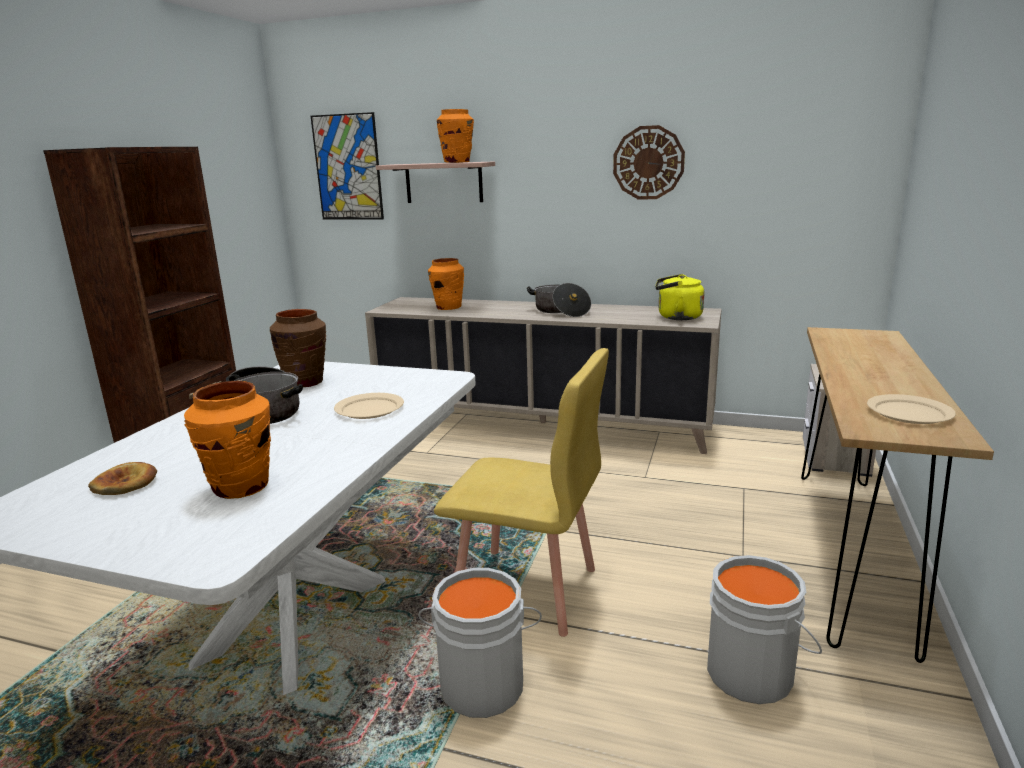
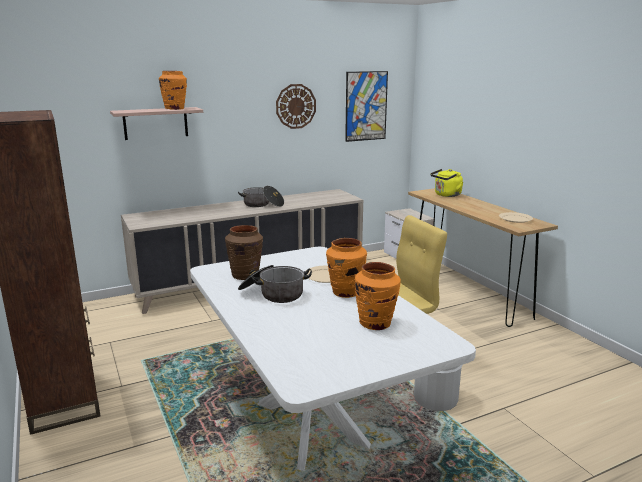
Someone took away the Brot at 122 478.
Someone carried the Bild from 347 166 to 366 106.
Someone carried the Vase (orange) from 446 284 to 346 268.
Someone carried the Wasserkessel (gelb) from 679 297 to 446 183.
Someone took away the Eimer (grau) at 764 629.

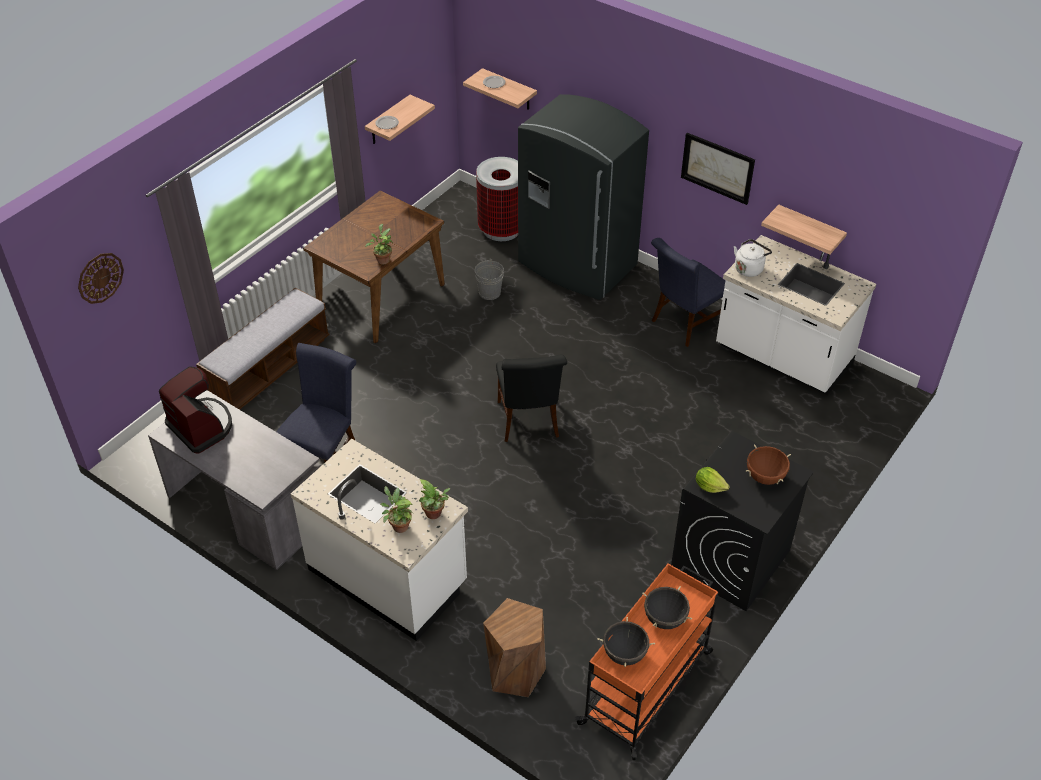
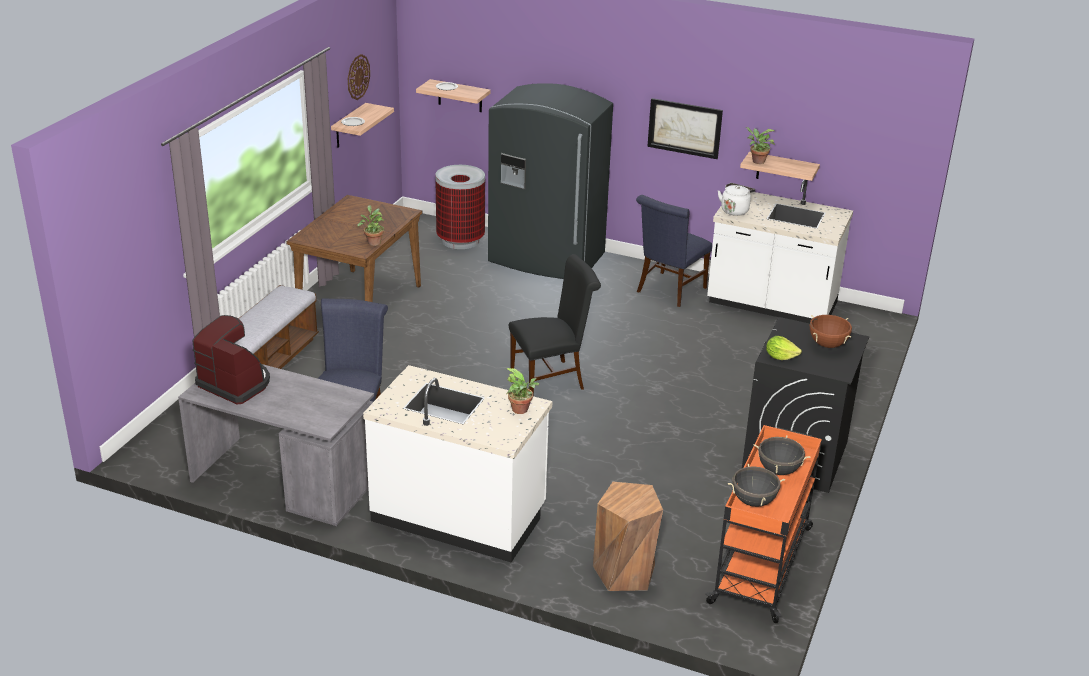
Someone carried the Wanduhr from 101 278 to 359 77.
Someone carried the Topfpflanze from 396 509 to 760 145.
Someone took away the Eimer (grau) at 489 279.
Someone rotated the Stuhl (schwarz) at 531 398 by 90 degrees counterclockwise.

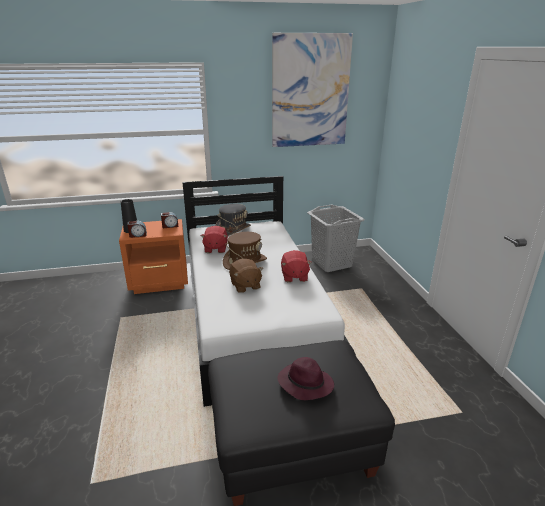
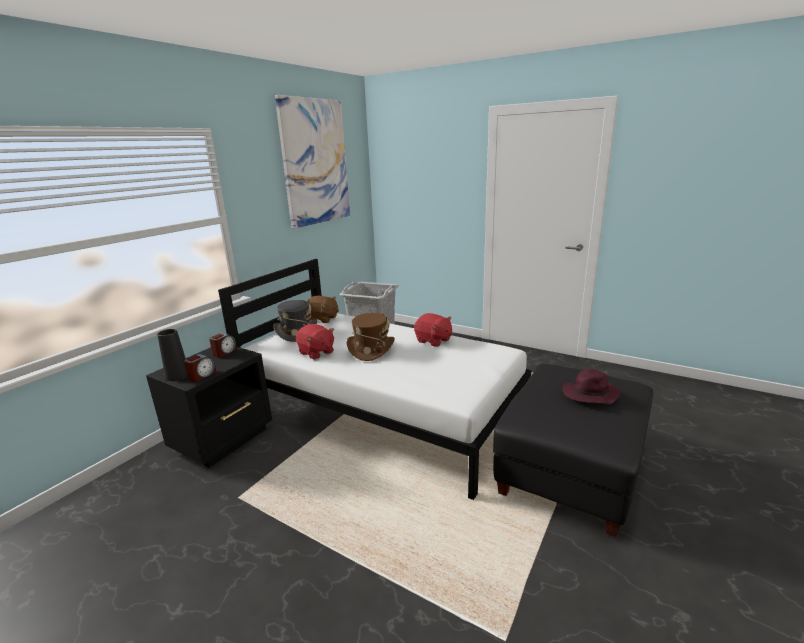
Someone repainted the Nachttisch (orange) at 153 256, which became the Nachttisch (schwarz) at 209 407.
Someone carried the Plüschtier (braun) from 246 276 to 323 309.

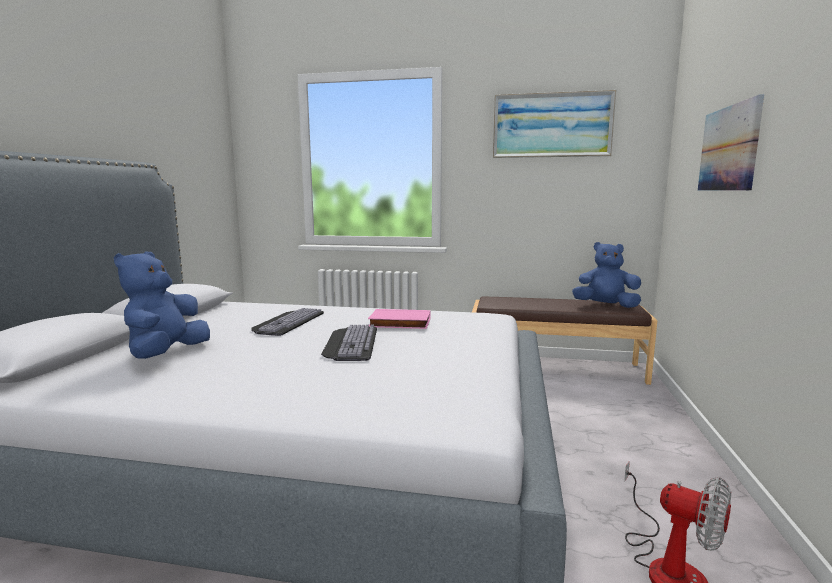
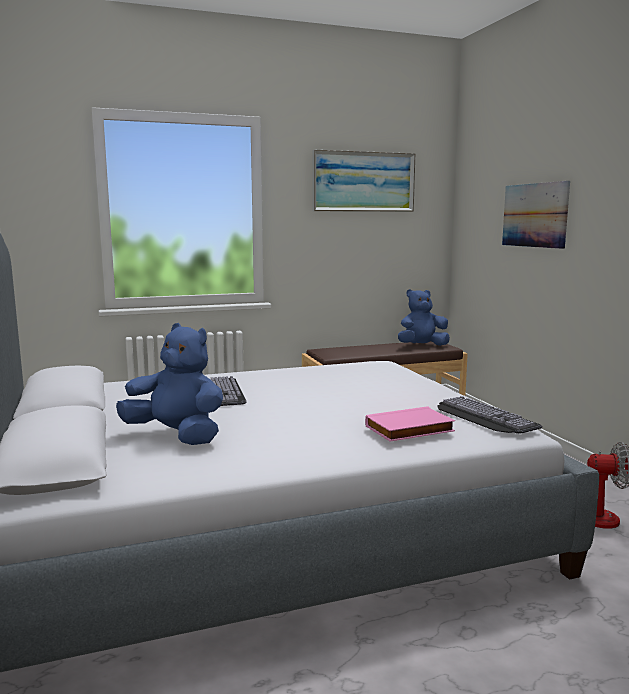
Someone rotated the Plüschtier (blau) at 162 305 by 135 degrees clockwise.
Someone carried the Tastatur from 349 343 to 489 415.
Someone carried the Buch (rosa) from 399 319 to 410 424.

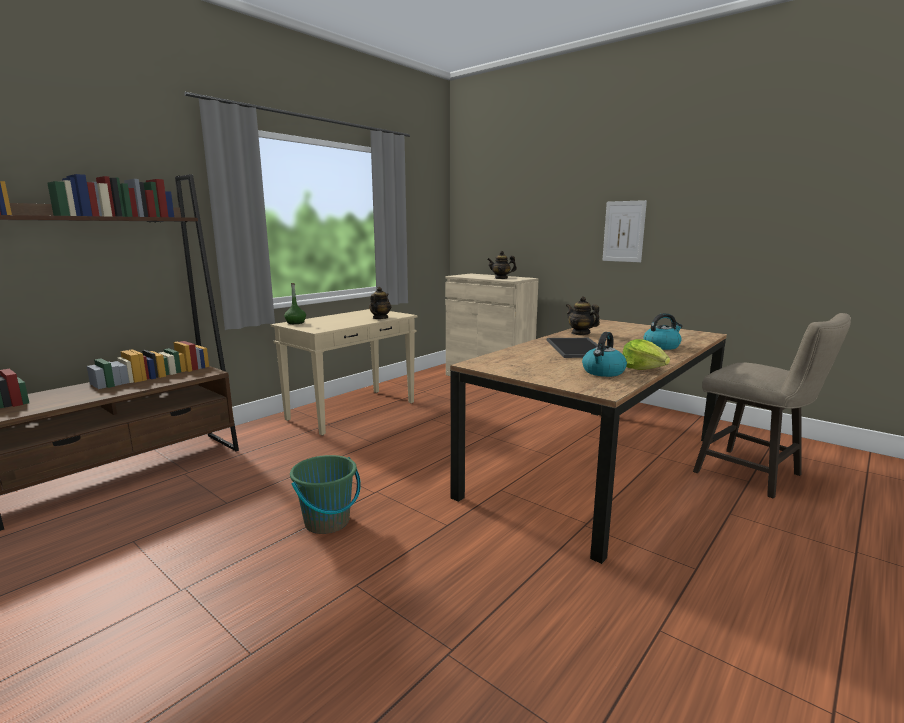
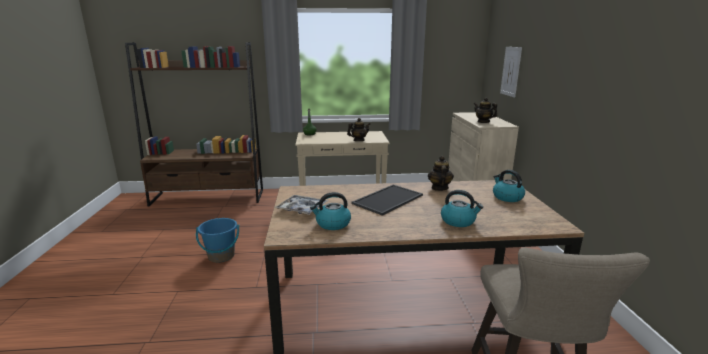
Someone repainted the Eimer (grün) at 325 494, which became the Eimer (blau) at 217 240.
Someone carried the Bild from 624 231 to 511 72.
Someone took away the Salatkopf at 646 354.
Someone put down the Tablett at 302 205.
Someone put down the Wasserkessel at 509 186.

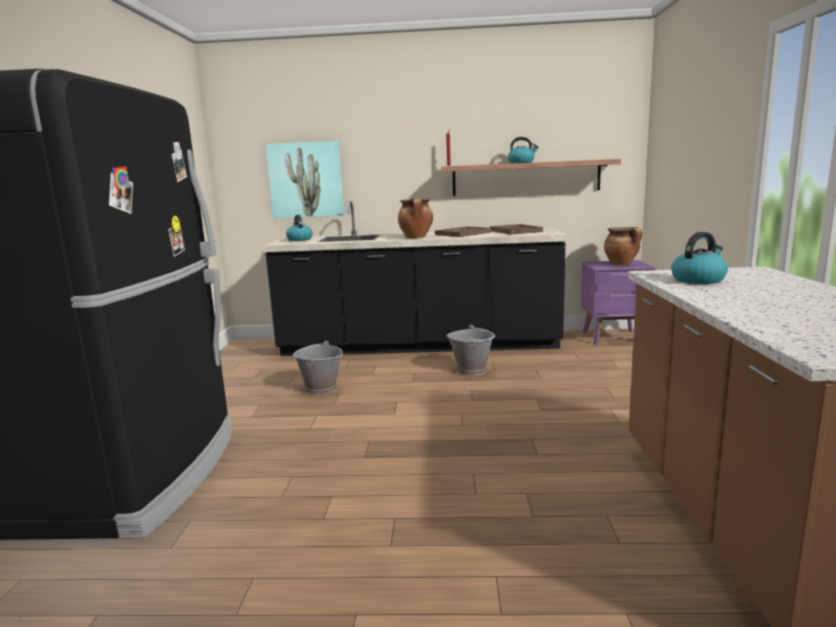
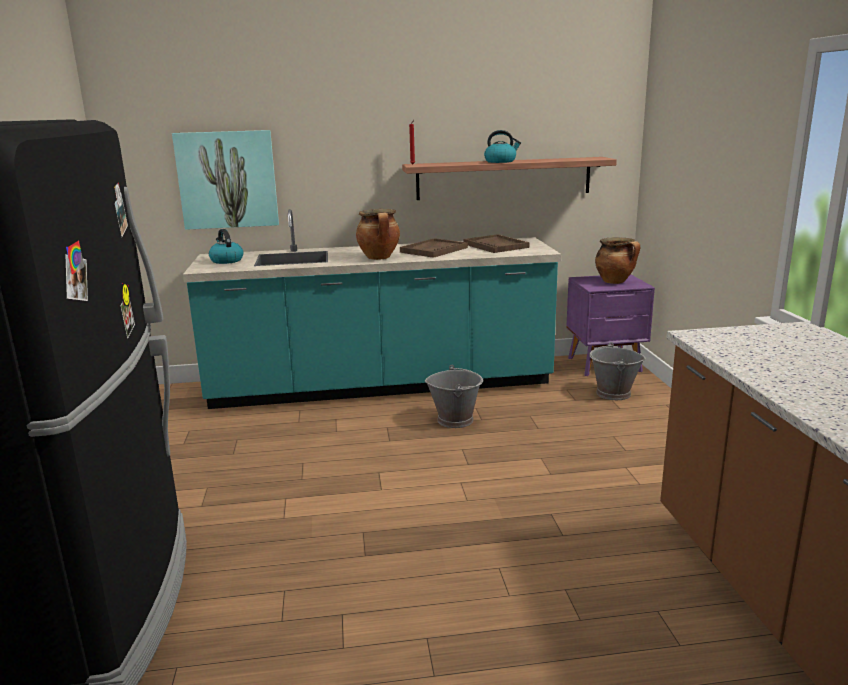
Someone repainted the Küchenzeile (schwarz) at 415 278, which became the Küchenzeile (türkis) at 372 309.
Someone carried the Eimer (grau) from 318 367 to 617 371.
Someone took away the Wasserkessel at 699 258.

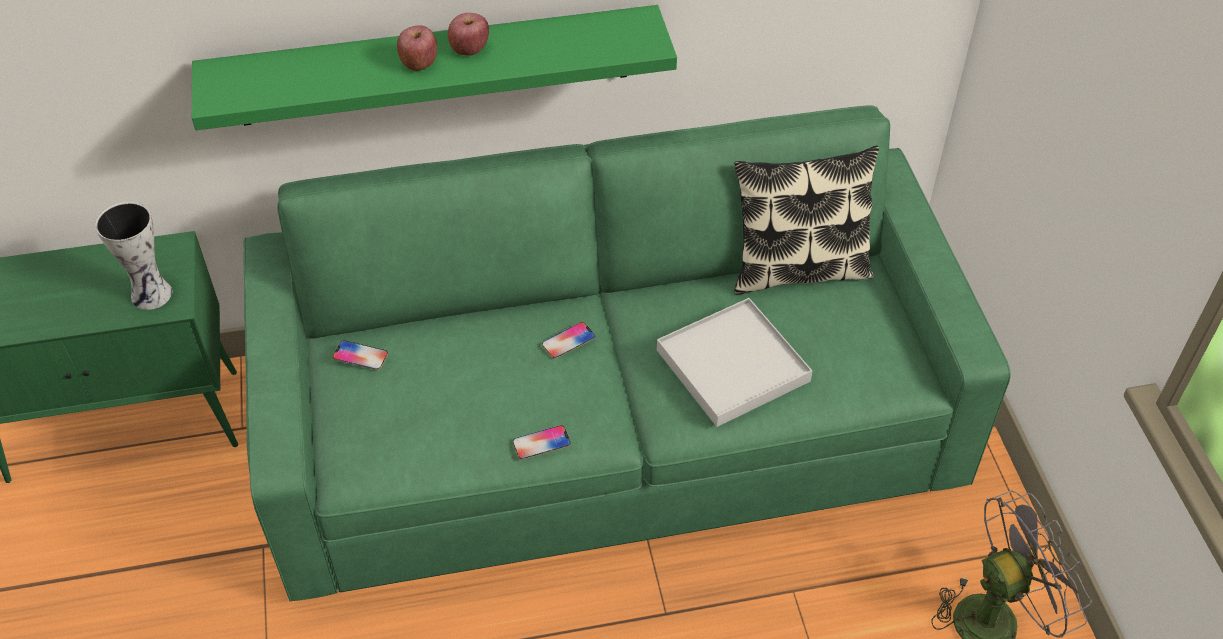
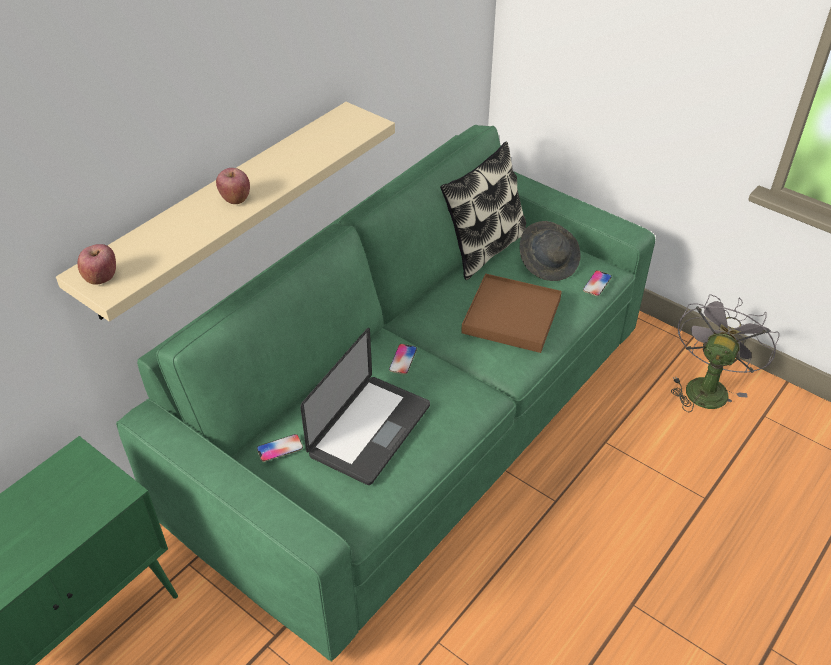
Someone took away the Vase at 133 256.
Someone repainted the Wandregal (grün) at 434 67, which became the Wandregal (beige) at 225 212.
Someone carried the Apfel from 468 34 to 96 264.
Someone carried the Handy from 542 442 to 597 283.
Someone repainted the Tablett (weiß) at 734 362, which became the Tablett (braun) at 511 313.
Someone put down the Laptop at 365 406.
Someone put down the Hut (grau) at 550 251.

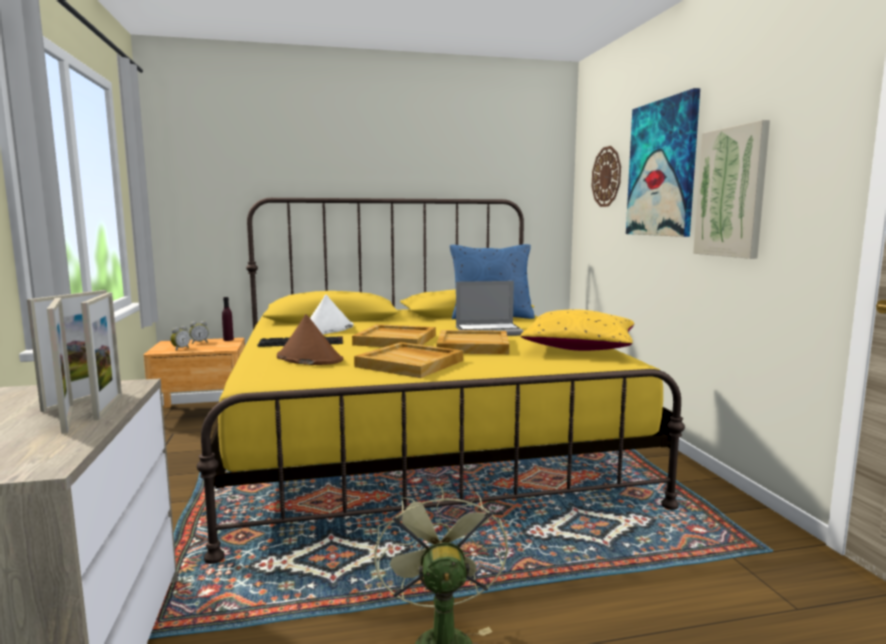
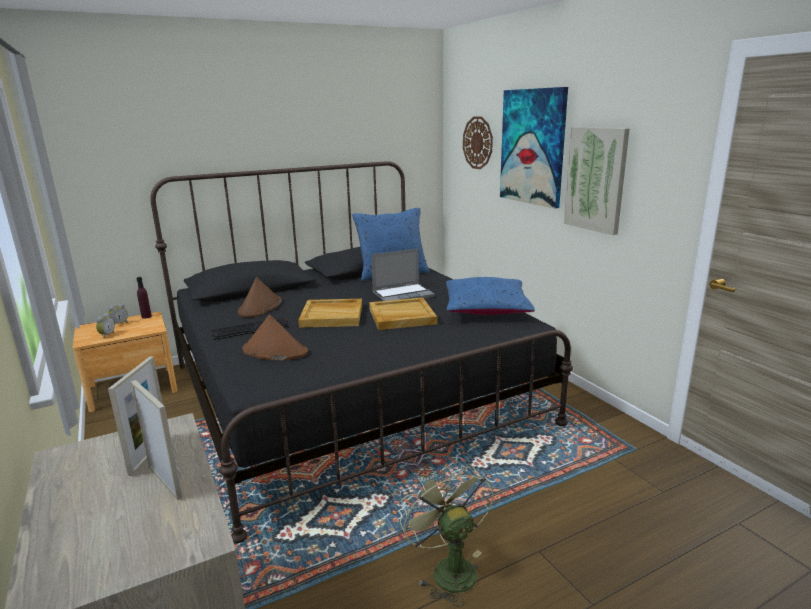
Someone took away the Bilderrahmen at 101 356.
Someone repainted the Bett (gelb) at 441 381, which became the Bett (schwarz) at 361 352.
Someone repainted the Hut (weiß) at 332 314, which became the Hut (braun) at 260 297.
Someone took away the Tablett (beige) at 408 360.
Someone repainted the Kissen (gelb) at 577 330, which became the Kissen (blau) at 490 296.

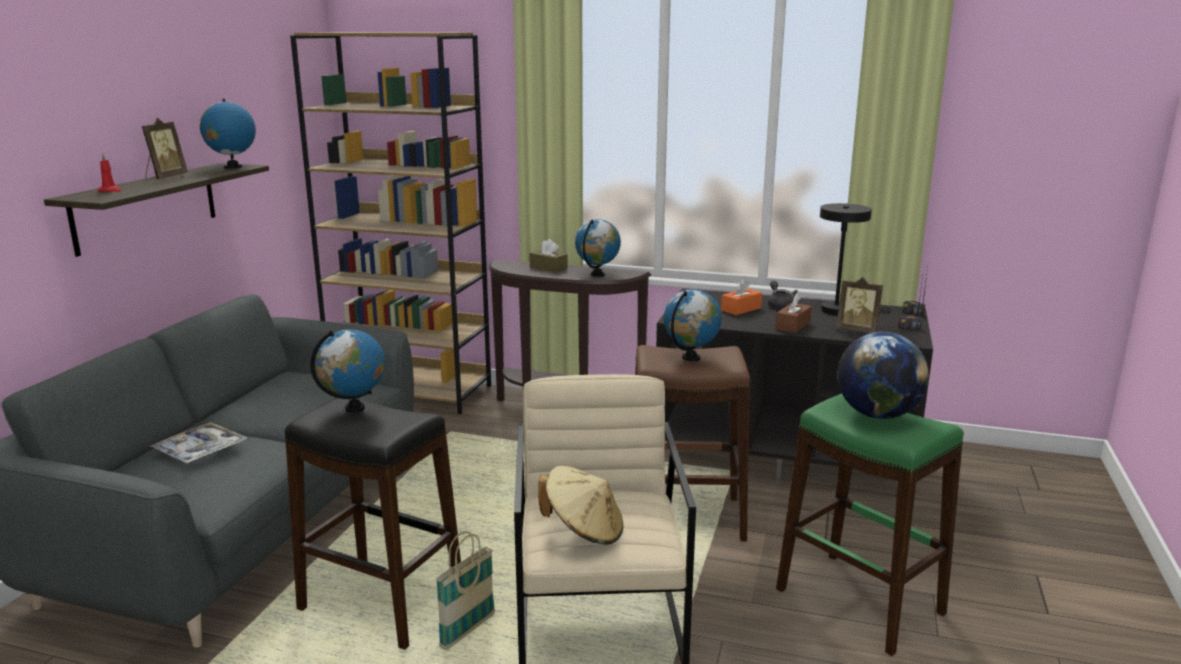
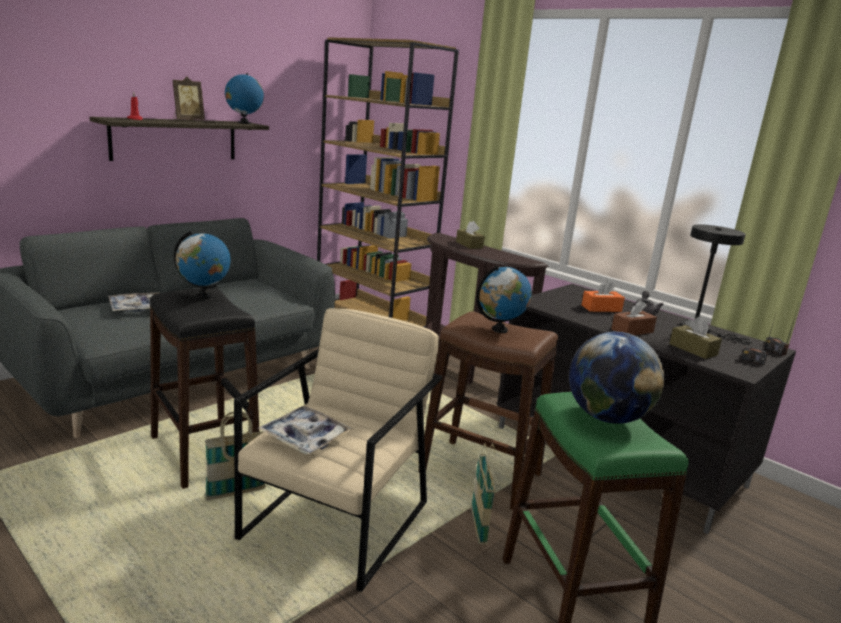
Someone swapped the Hut (beige) at 580 505 for the Tablett at 305 430.
Someone took away the Globus at 598 248.
Someone swapped the Bilderrahmen at 859 305 for the Taschentuchbox (braun) at 695 338.
Someone put down the Korb at 483 493.

